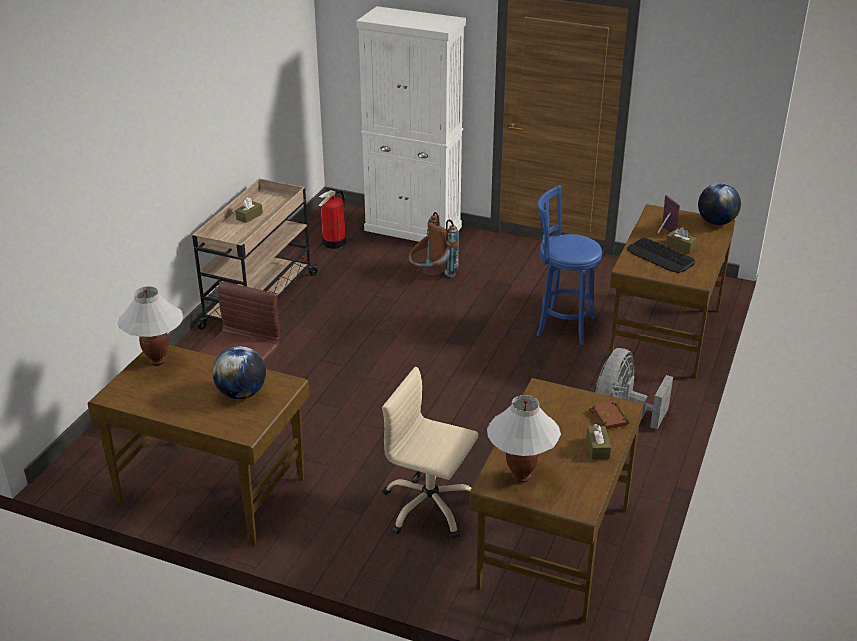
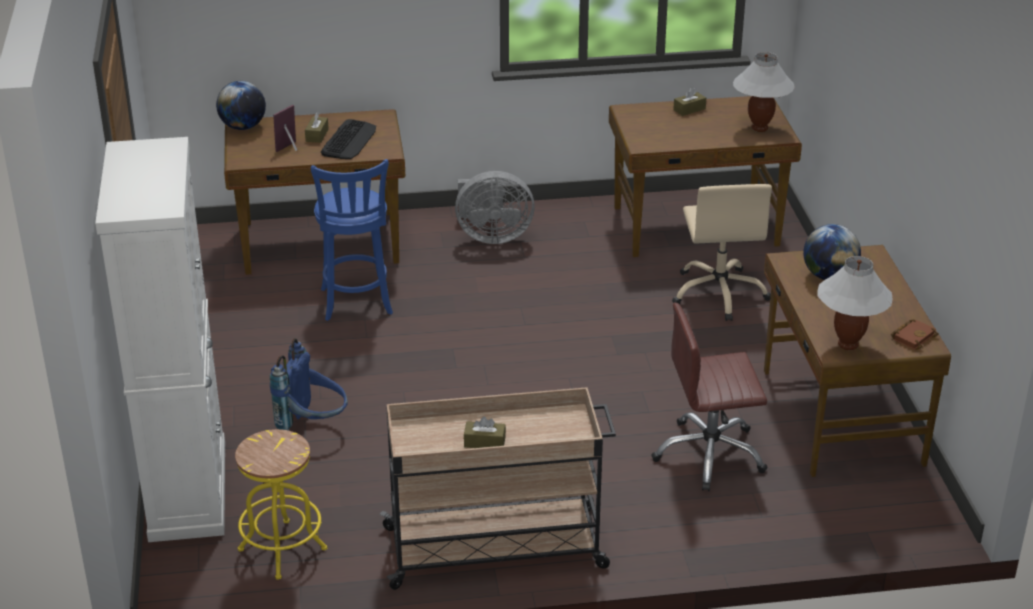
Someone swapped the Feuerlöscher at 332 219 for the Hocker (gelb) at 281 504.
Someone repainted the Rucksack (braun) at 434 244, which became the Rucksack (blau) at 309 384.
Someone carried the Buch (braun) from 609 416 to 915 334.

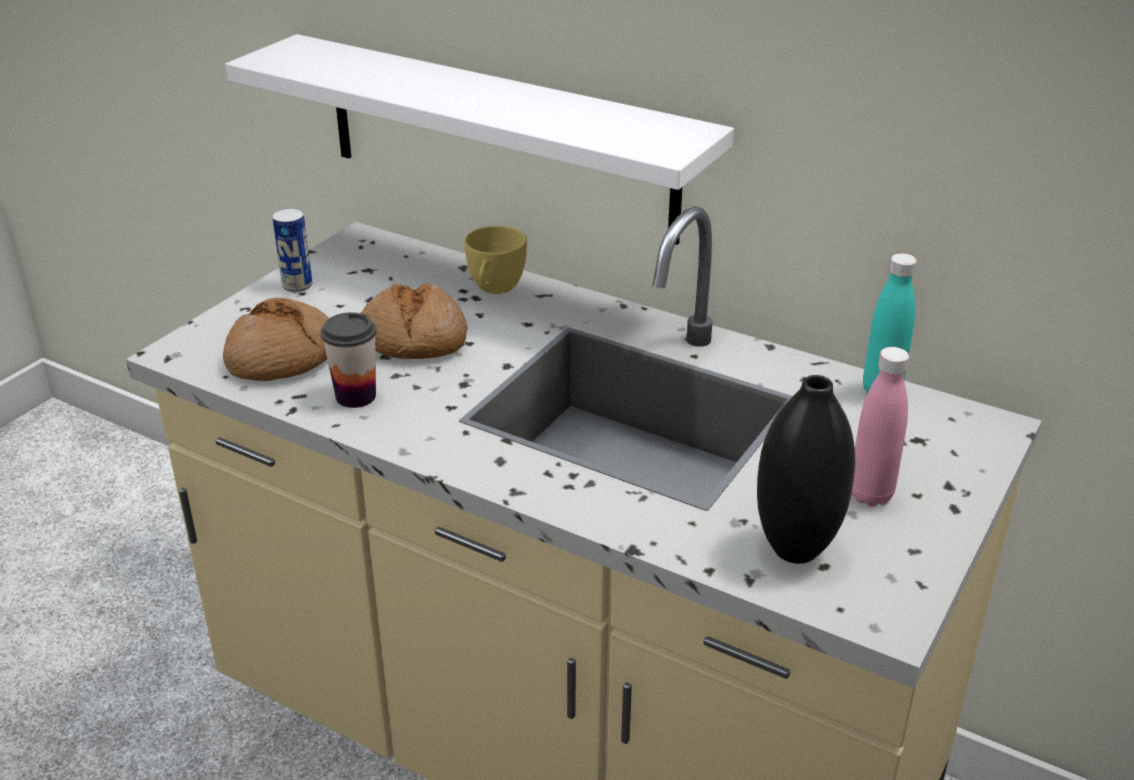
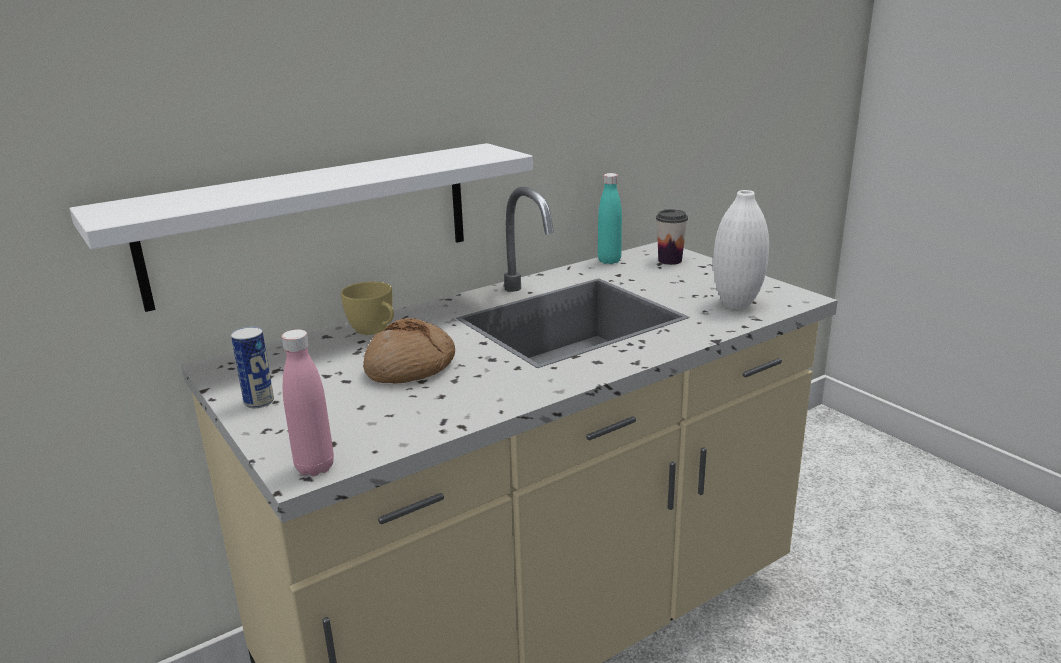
Someone took away the Brot at 276 339.
Someone carried the Tasse from 349 360 to 672 237.
Someone repainted the Vase (schwarz) at 806 469, which became the Vase (weiß) at 741 249.
Someone carried the Flasche (rosa) from 880 427 to 308 402.

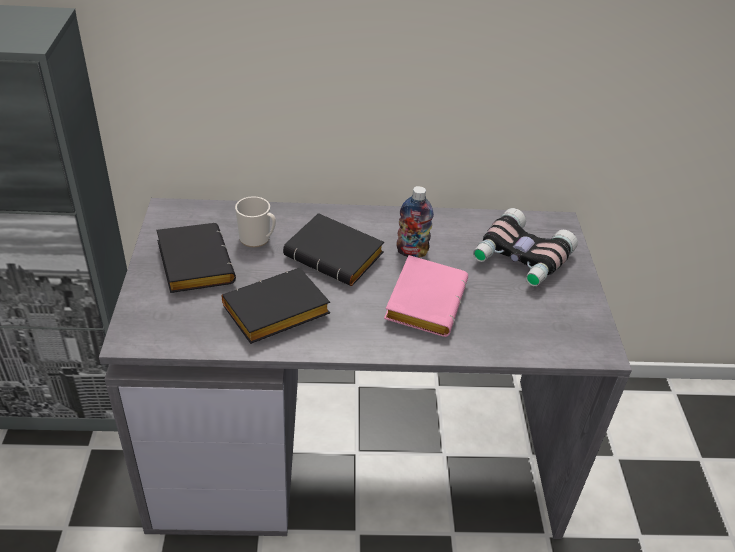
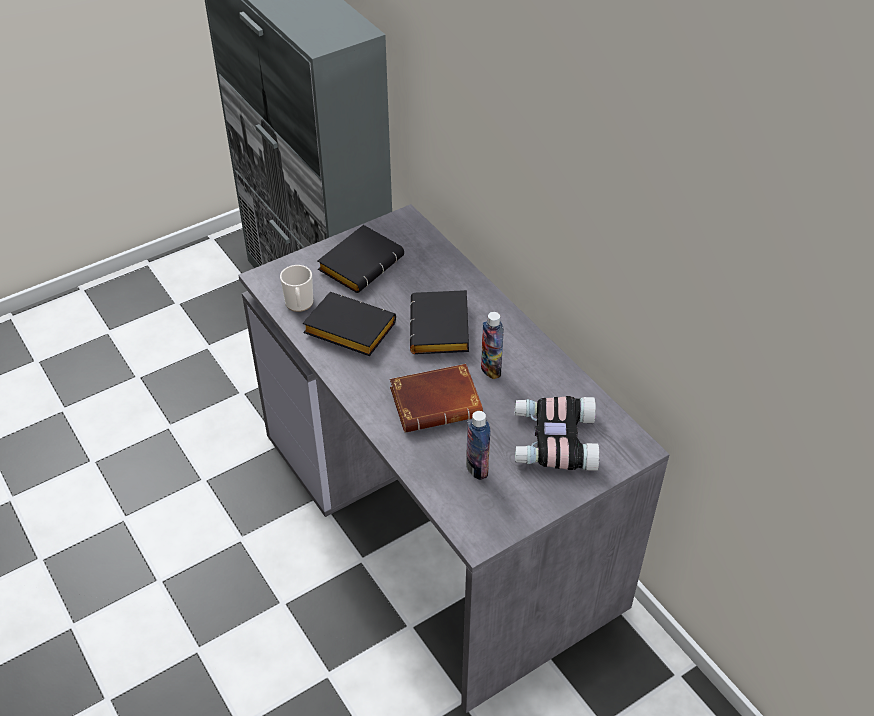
Someone carried the Henkelbecher from 255 221 to 296 288.
Someone repainted the Buch (rosa) at 426 296, which became the Buch (braun) at 436 398.
Someone put down the Flasche at 478 445.

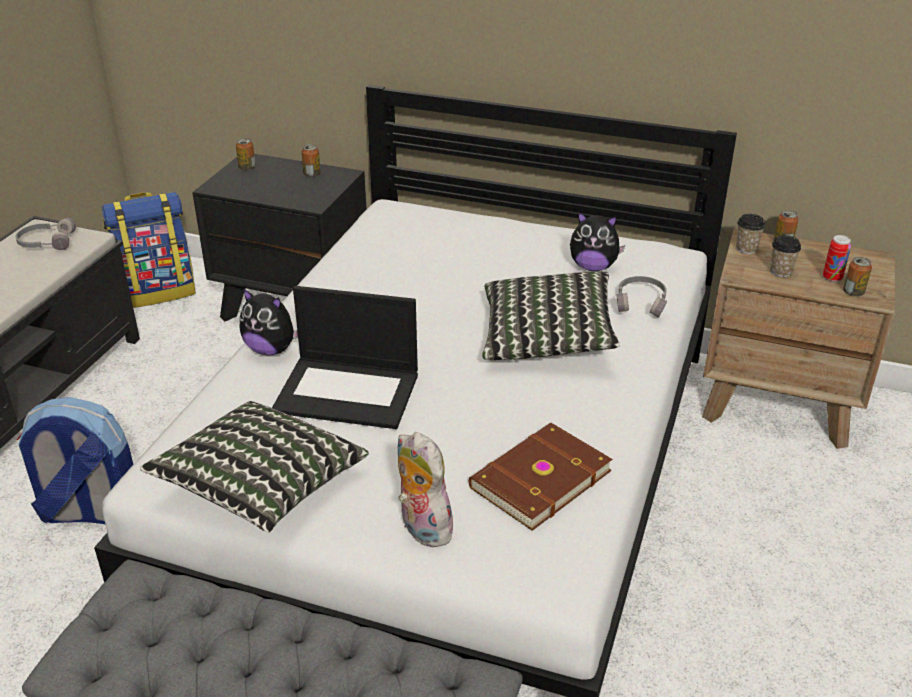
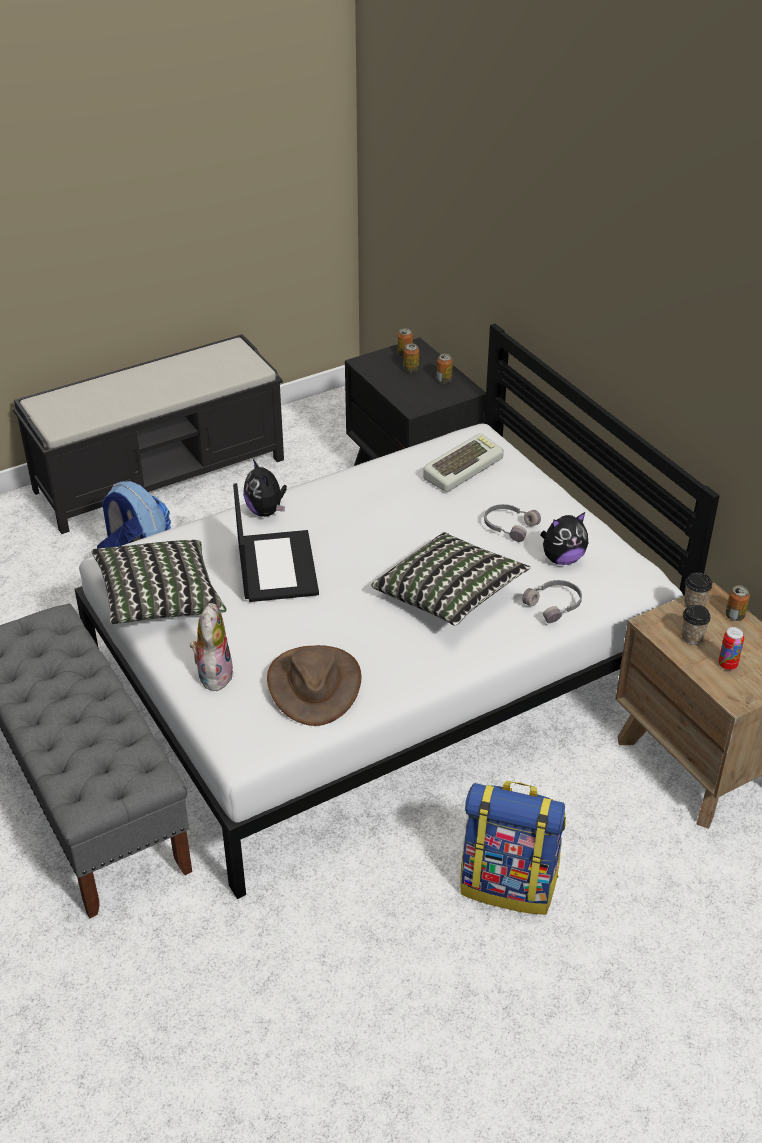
Someone carried the Kopfhörer (grau) from 46 234 to 512 523.
Someone carried the Rucksack from 149 250 to 513 848.
Someone rotated the Laptop at 345 357 by 150 degrees counterclockwise.
Someone swapped the Buch (braun) at 541 477 for the Hut (braun) at 314 685.
Someone rotated the Plüschtier at 597 241 by 75 degrees counterclockwise.
Someone carried the Dose from 857 277 to 411 358.
Someone put down the Tastatur at 463 462.

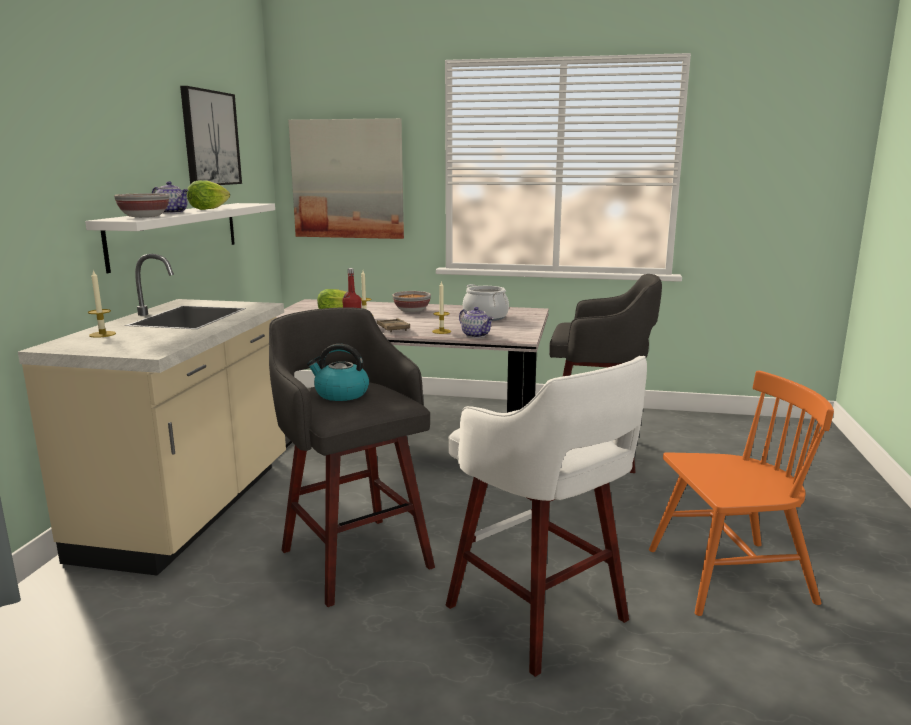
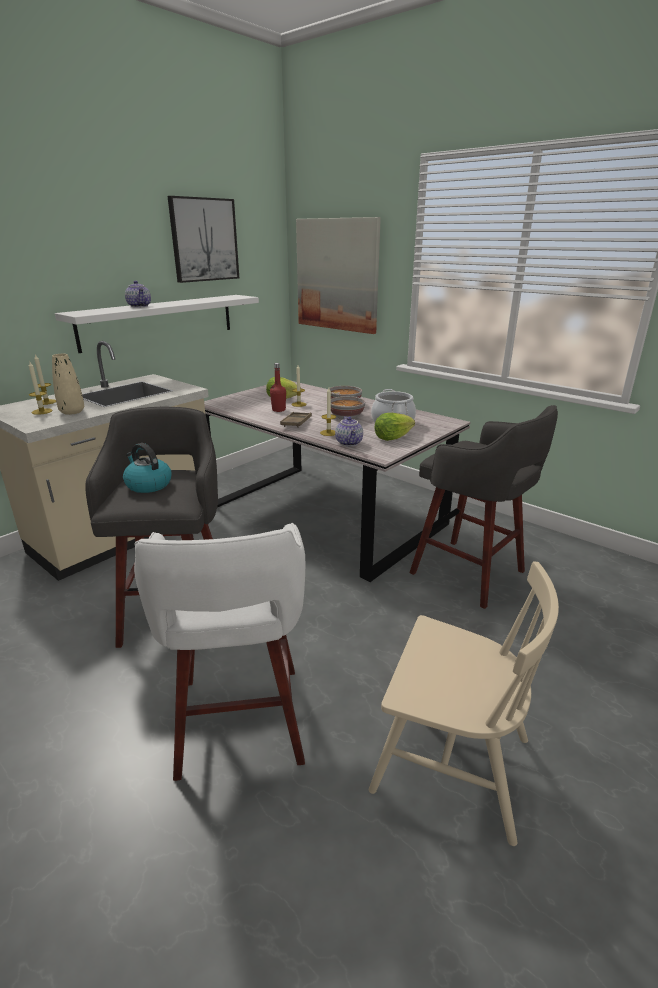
Someone carried the Schüssel from 141 205 to 348 407.
Someone carried the Salatkopf from 208 195 to 394 427.
Someone repainted the Stuhl (orange) at 741 493, which became the Stuhl (beige) at 464 704.
Someone put down the Kerze at 40 388.
Someone put down the Vase (beige) at 68 384.

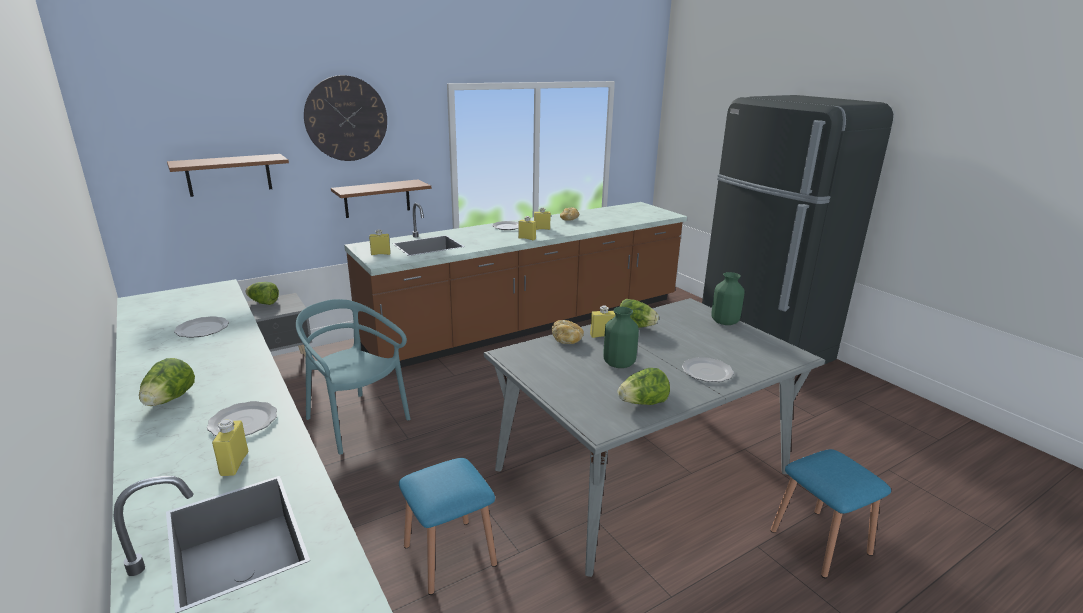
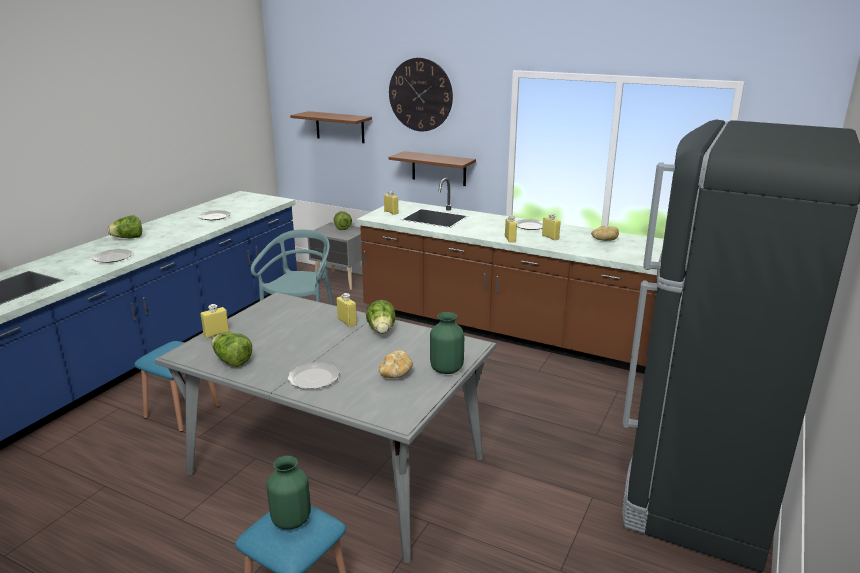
Someone carried the Flasche (gelb) from 230 447 to 214 321.
Someone carried the Brot from 568 332 to 396 364.
Someone carried the Vase (grün) from 621 337 to 288 493.

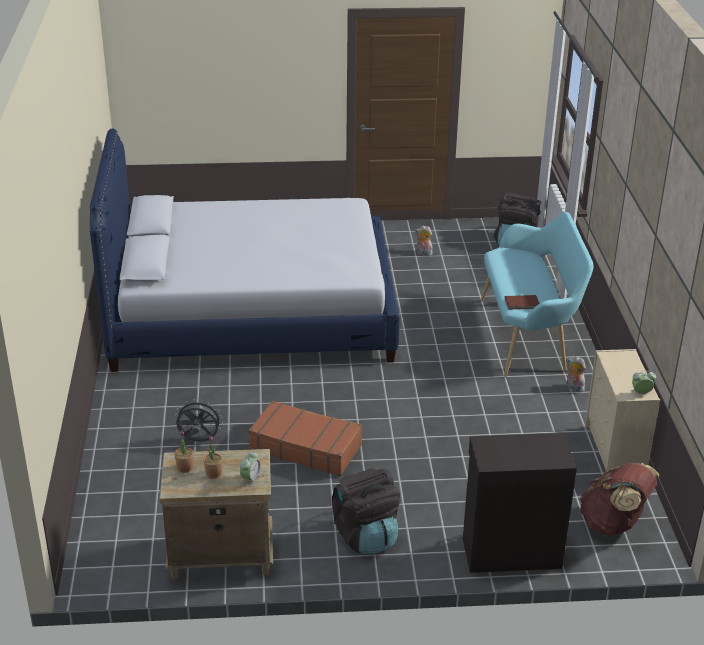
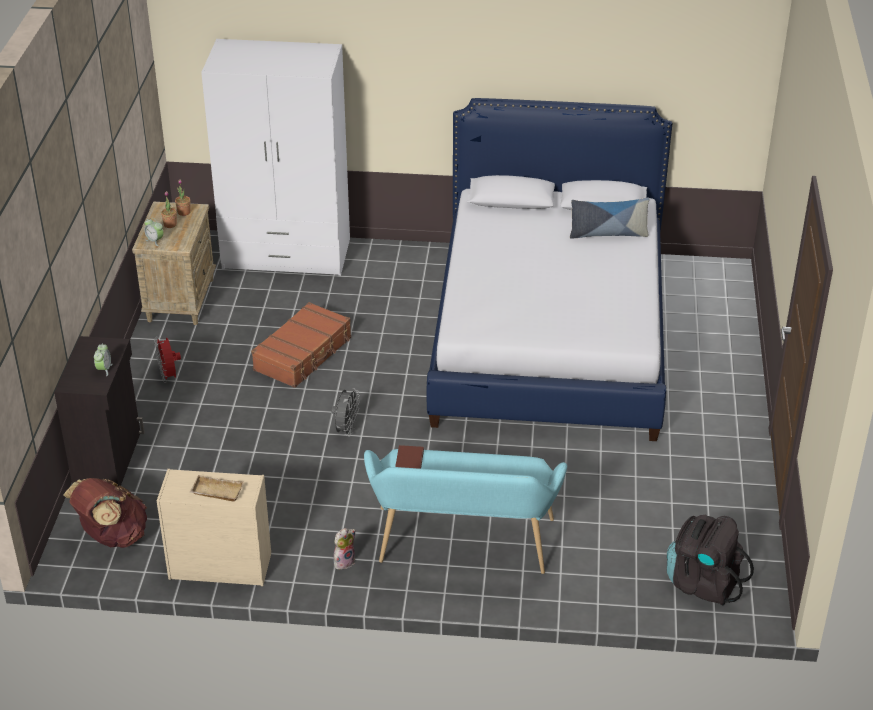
Someone carried the Ventilator (grau) from 199 420 to 345 412.
Someone swapped the Rucksack (schwarz) at 366 511 for the Ventilator (rot) at 167 360.
Someone took away the Plüschtier at 424 241.
Someone carried the Wecker from 643 382 to 103 360.
Someone put down the Tablett (beige) at 217 488.
Someone put down the Kleiderschrank (weiß) at 275 157.
Someone put down the Kissen at 609 218.

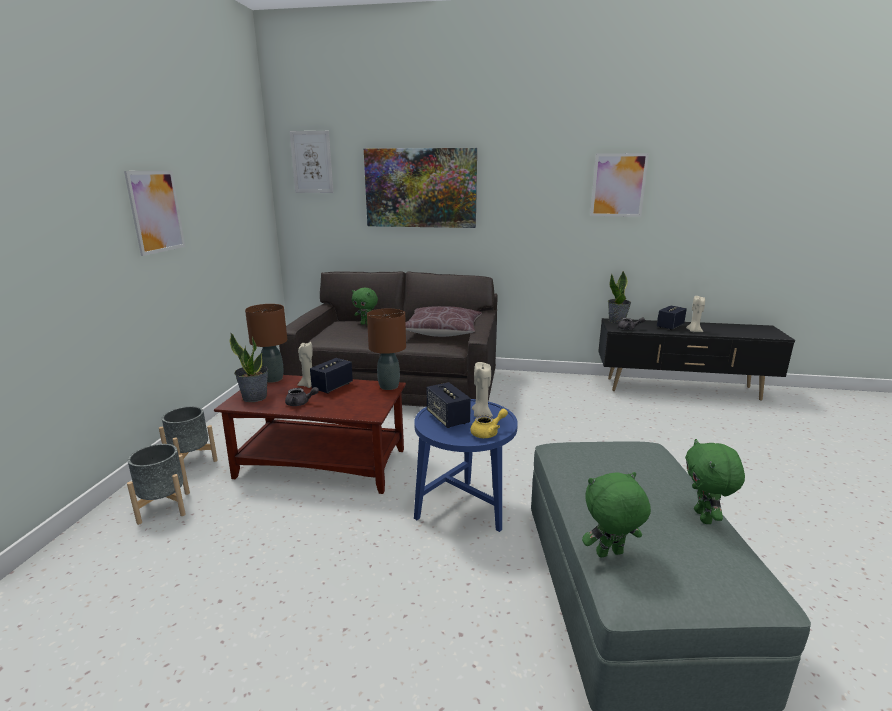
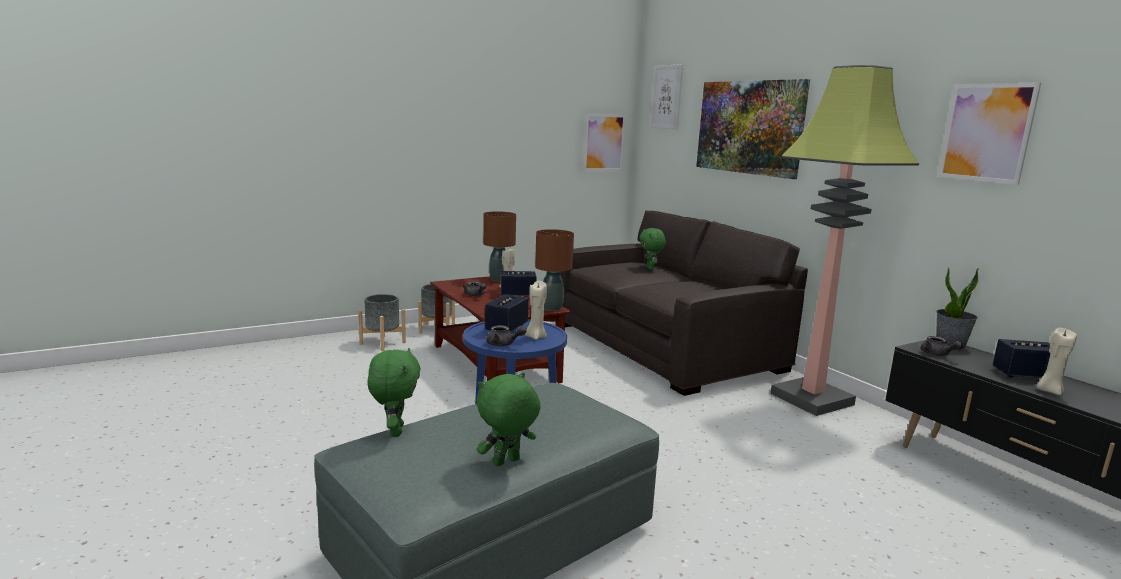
Someone carried the Bild from 154 213 to 604 142.
Someone took away the Topfpflanze at 249 367.
Someone took away the Kissen (braun) at 444 321.
Someone repainted the Teekanne (gelb) at 489 423, which became the Teekanne (grau) at 506 335.
Someone rotated the Plüschtier (grün) at 616 515 by 45 degrees clockwise.
Someone put down the Stehlampe at 844 240.

